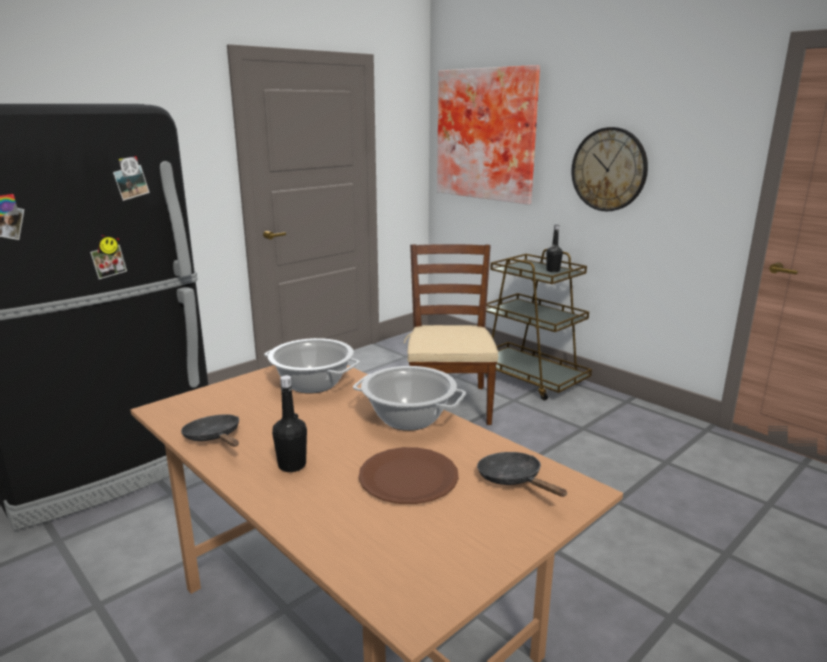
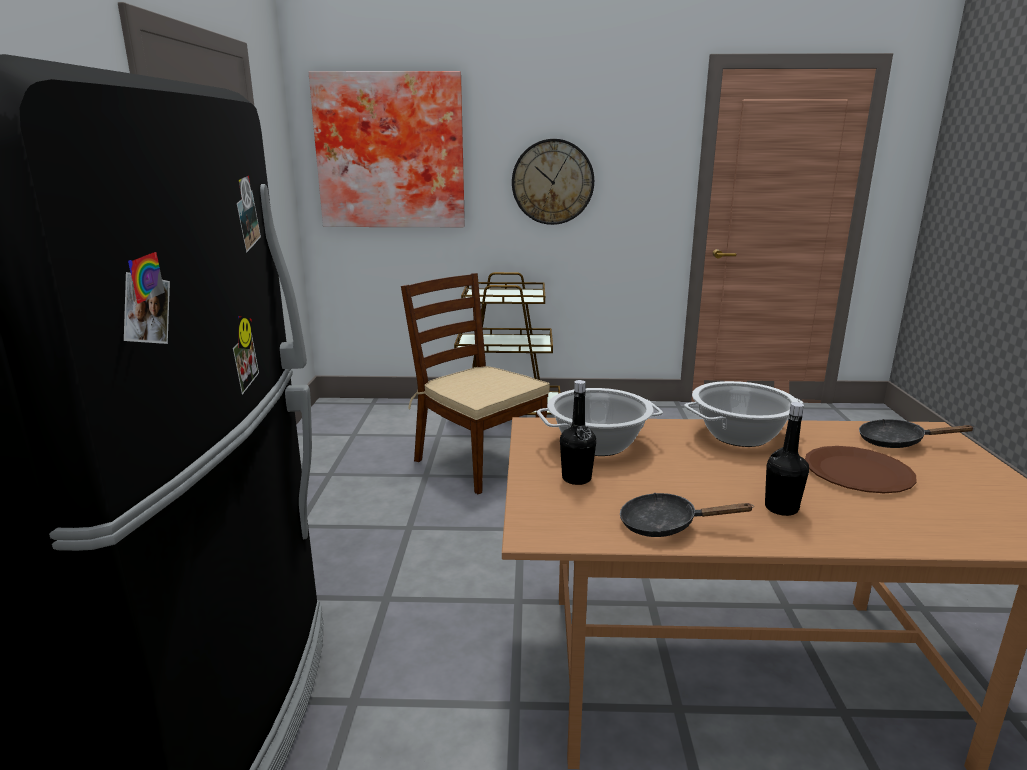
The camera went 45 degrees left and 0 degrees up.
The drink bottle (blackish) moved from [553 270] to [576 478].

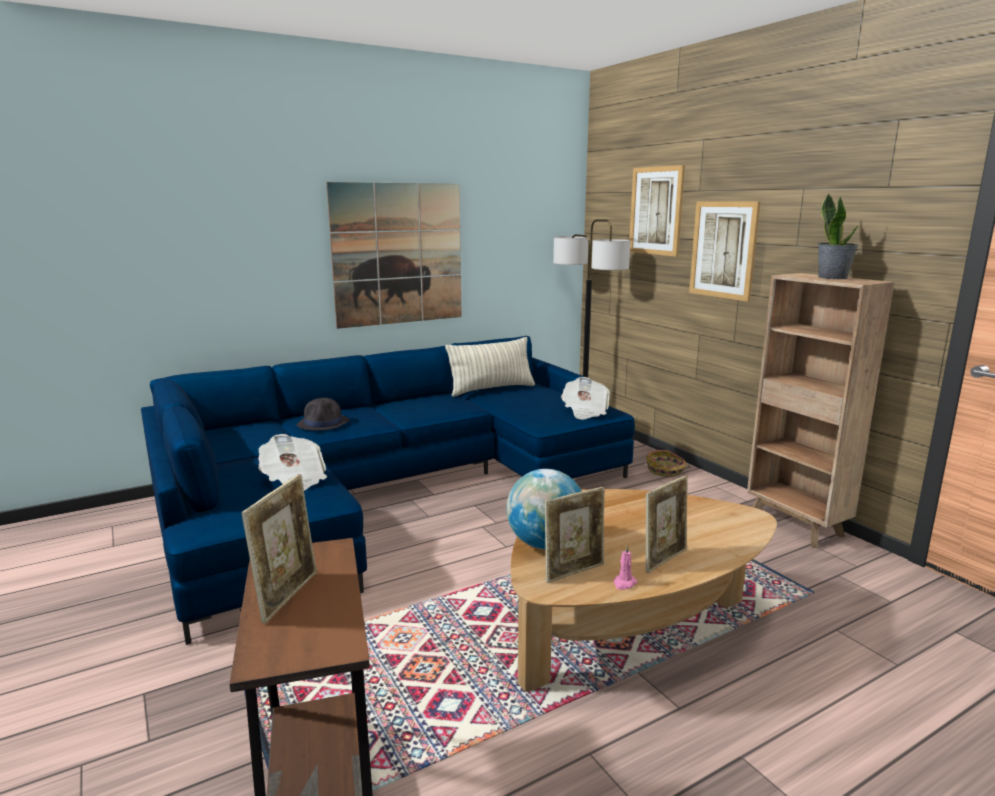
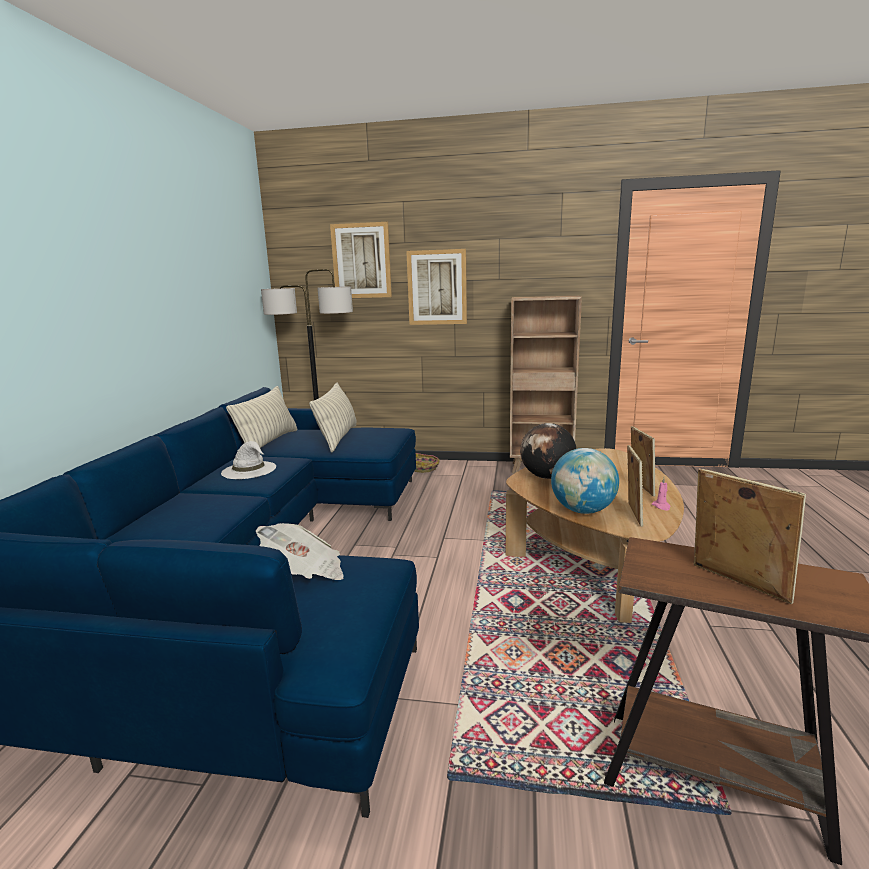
The camera went 50 degrees left and 0 degrees up.
The clothing hat (blackish) at [323 423] disappeared.
The wall art at [398 254] disappeared.
The daily paper at [585 411] disappeared.
The plant in a pot at [833 277] disappeared.
The clothing hat (whitish) at [249 470] appeared.
The cushion at [337 438] appeared.
The world globe at [547 477] appeared.

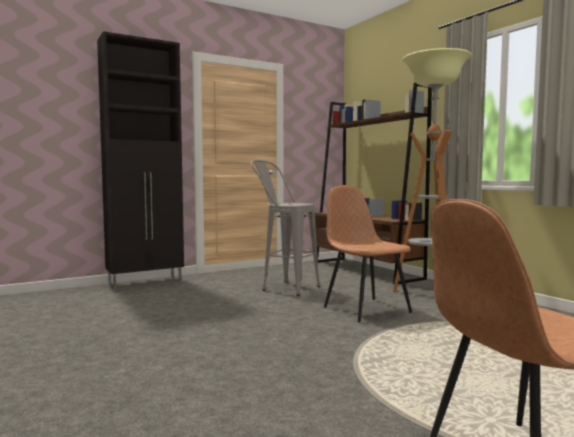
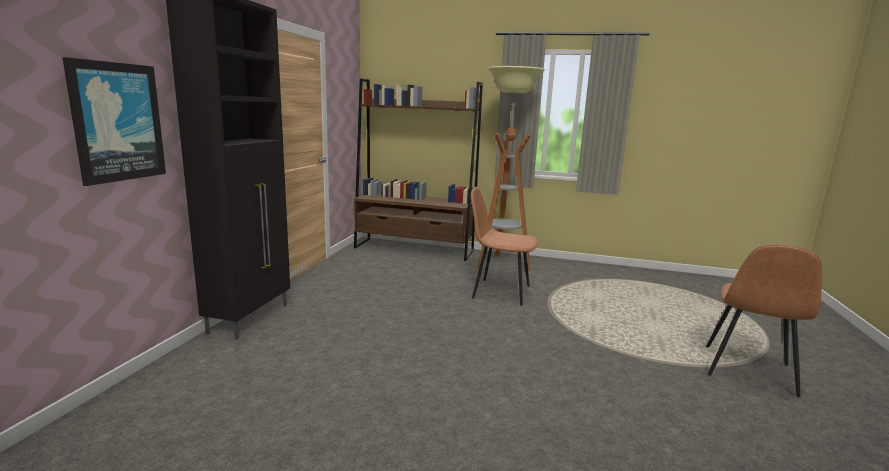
The camera went 45 degrees left and 10 degrees up.
The stool (gray) at [283 287] disappeared.
The wall art at [117 122] appeared.

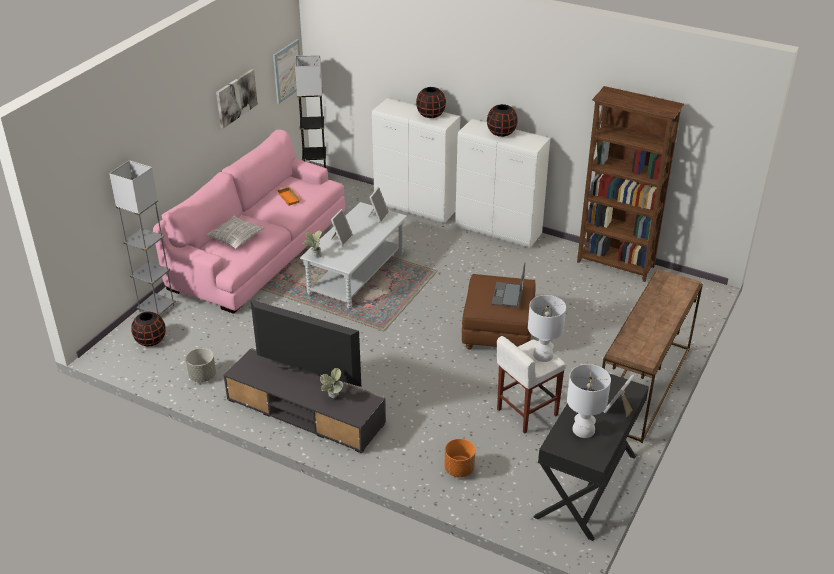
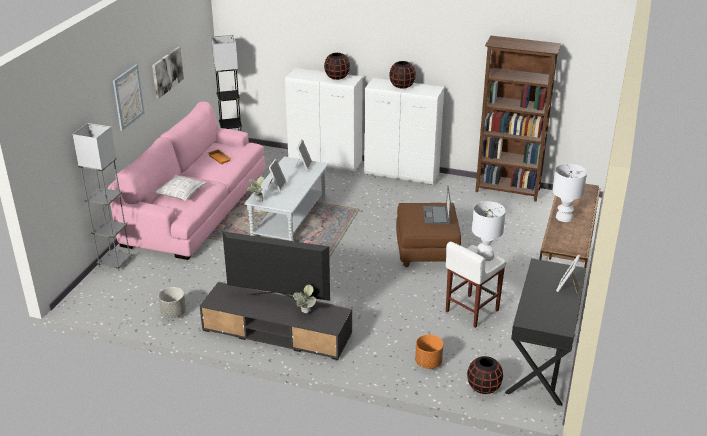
The camera went 10 degrees left and 5 degrees down.
The decorative vase (blackish) moved from [150 341] to [483 387].
The wall art moved from [287 71] to [128 97].
The lamp for a table (whitish) moved from [583 430] to [564 217].

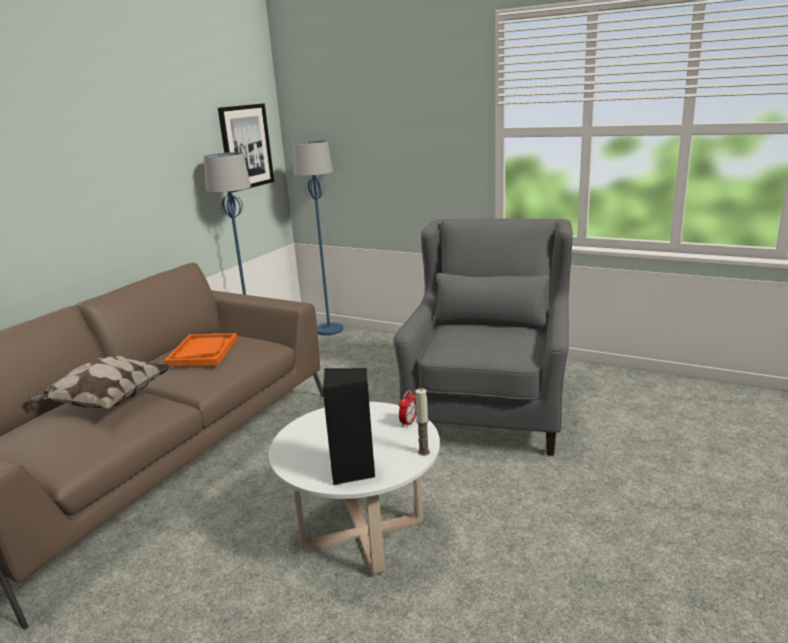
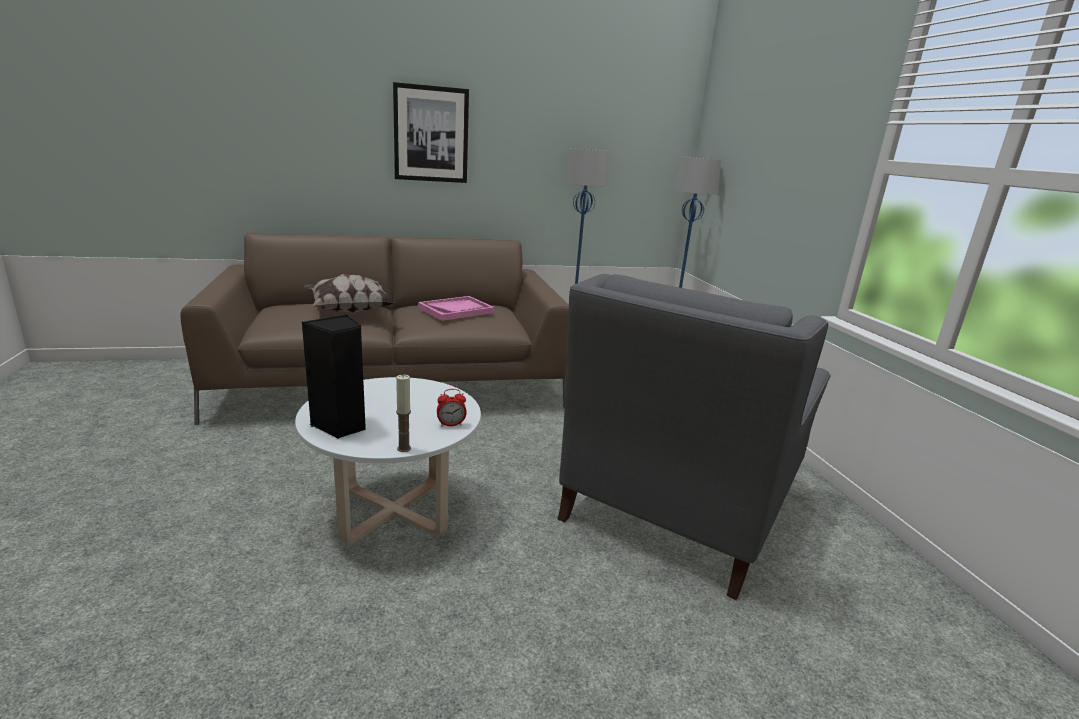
The camera went 45 degrees right and 0 degrees up.
The carrying tray (orange-coloured) at [202 352] became the carrying tray (pinkish) at [456 310].
The wall art moved from [246 147] to [431 134].
The lounge chair (gray) at [490 408] turned 150 degrees clockwise.

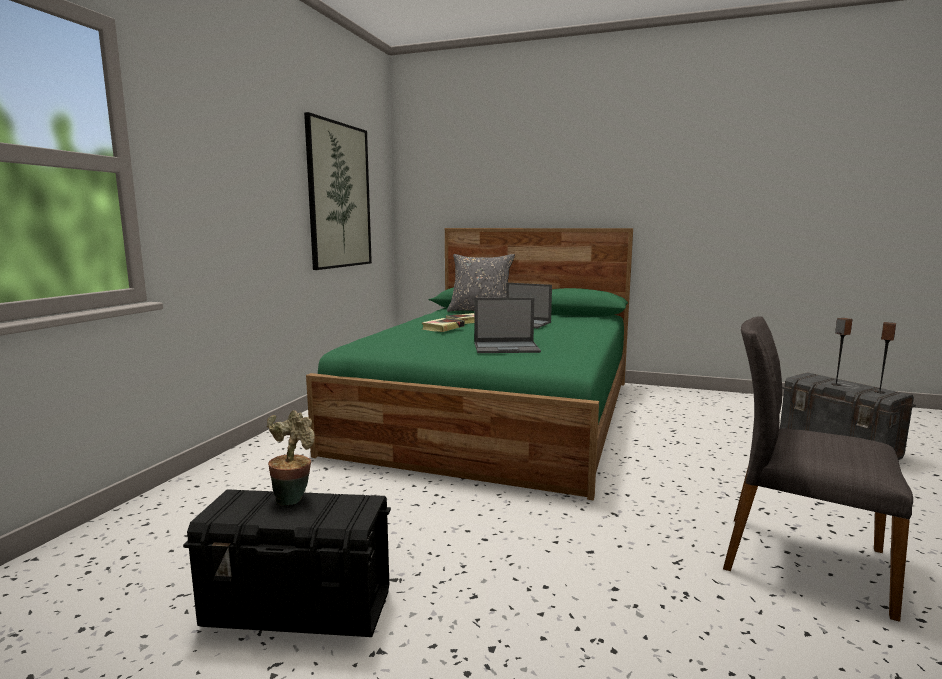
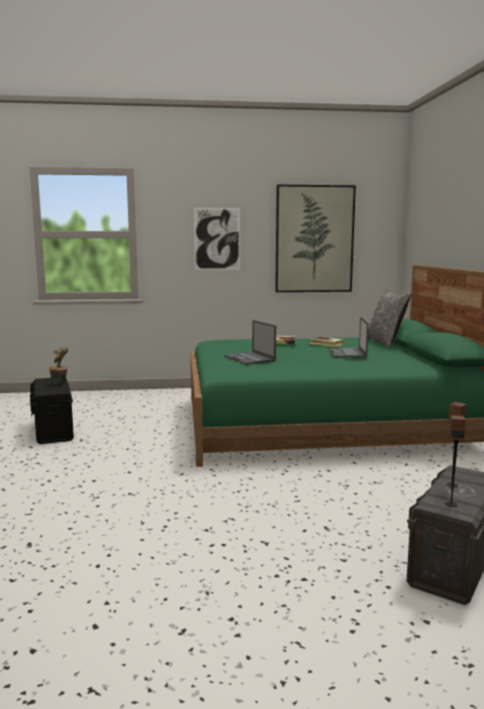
The camera went 65 degrees right and 0 degrees up.
The plain chair (gray) at [801 560] disappeared.
The wall art at [217 239] appeared.

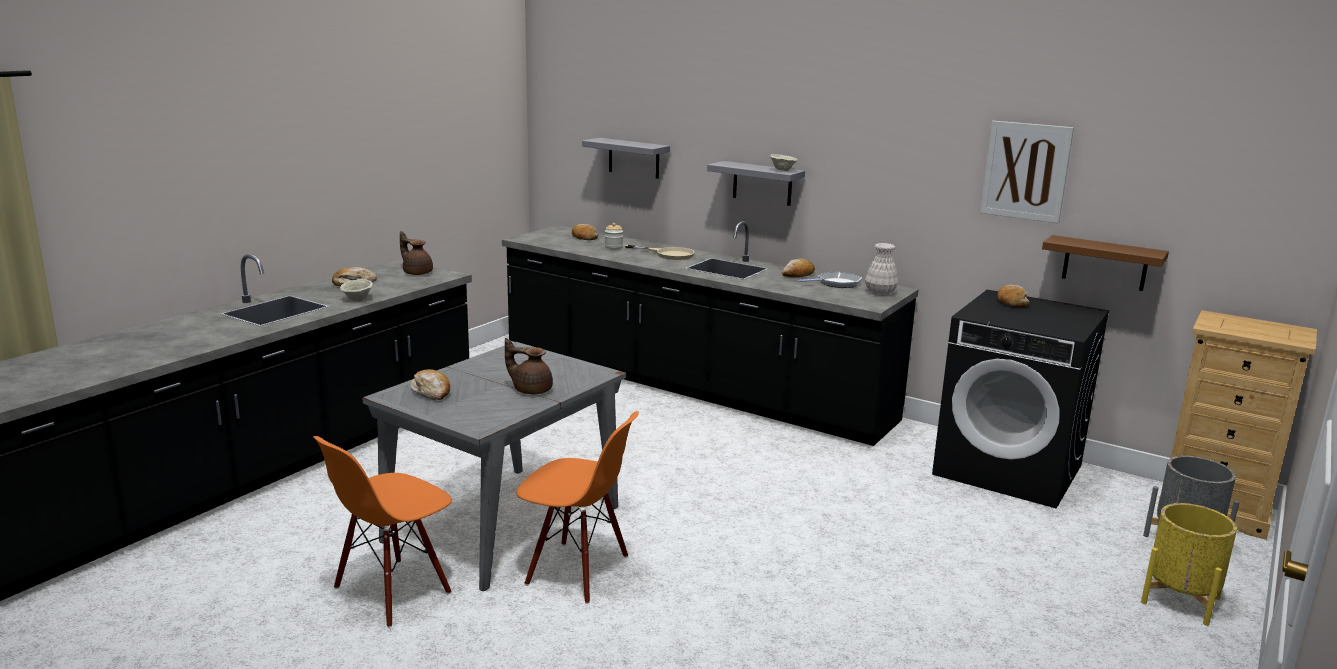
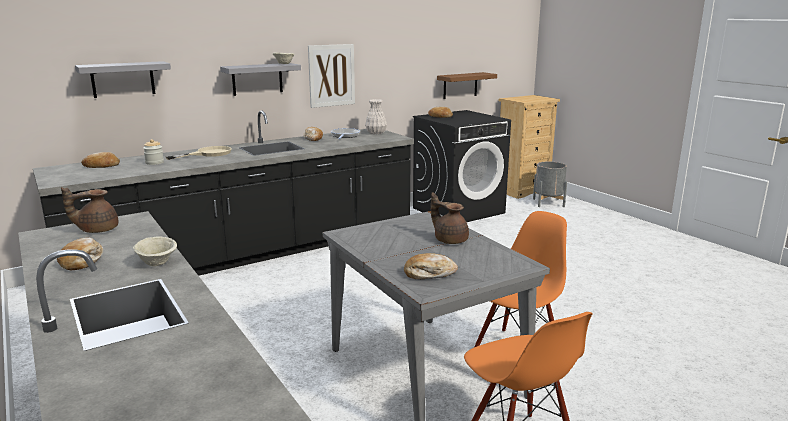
The camera went 65 degrees left and 0 degrees up.
The teapot (brown) at [531 390] turned 90 degrees clockwise.
The wall art moved from [1025 171] to [331 75].
The planter (yellowish) at [1180 600] disappeared.

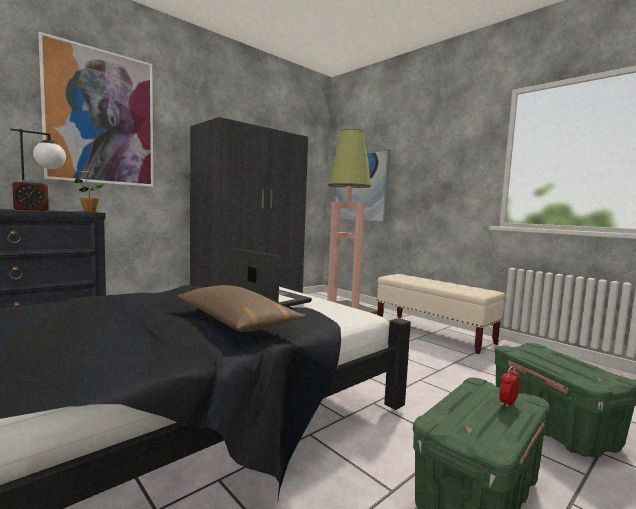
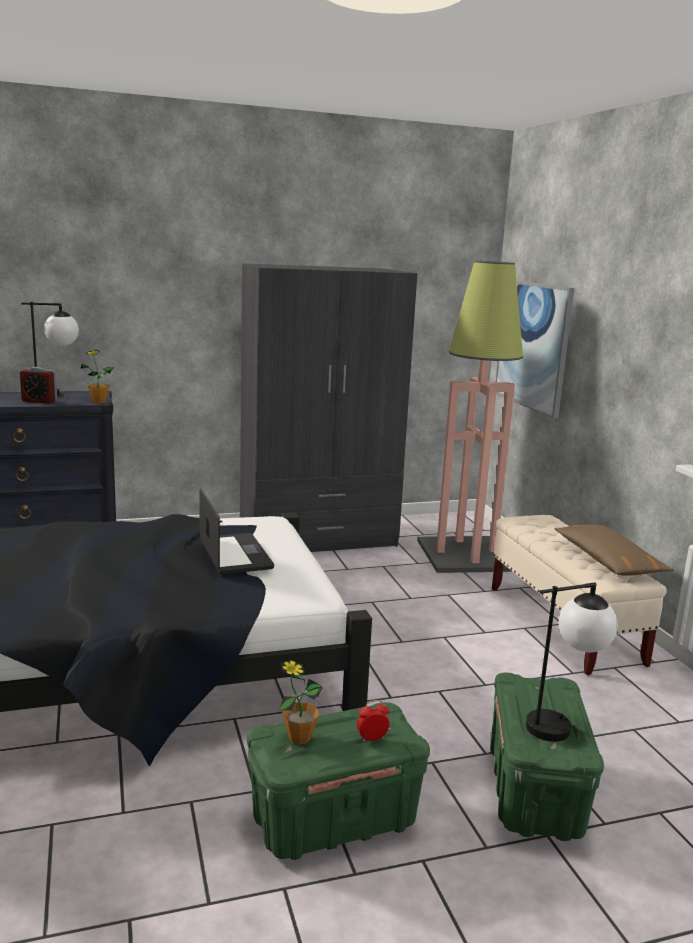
The camera went 25 degrees right and 10 degrees up.
The wall art at [101 118] disappeared.
The cushion (brown) moved from [235 321] to [608 561].
The plant in a pot at [299 738] appeared.
The lamp for a table at [562 725] appeared.

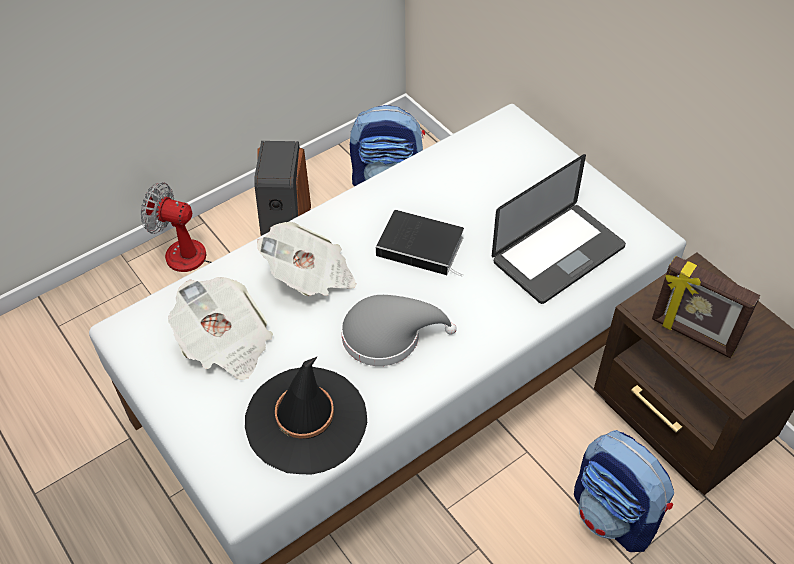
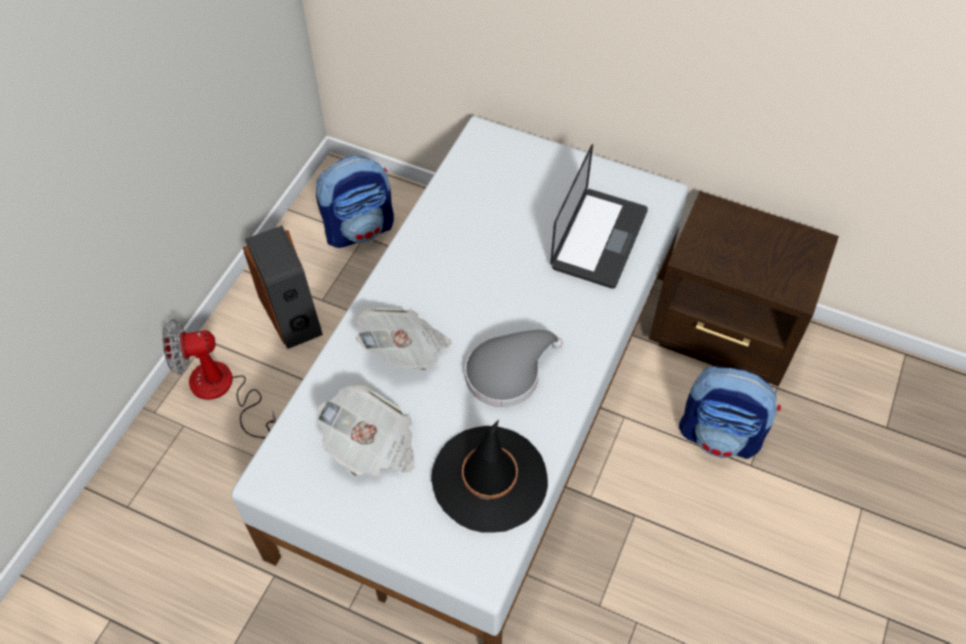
The camera went 30 degrees left and 5 degrees up.
The volume at [423 246] disappeared.
The standing frame at [692 335] disappeared.

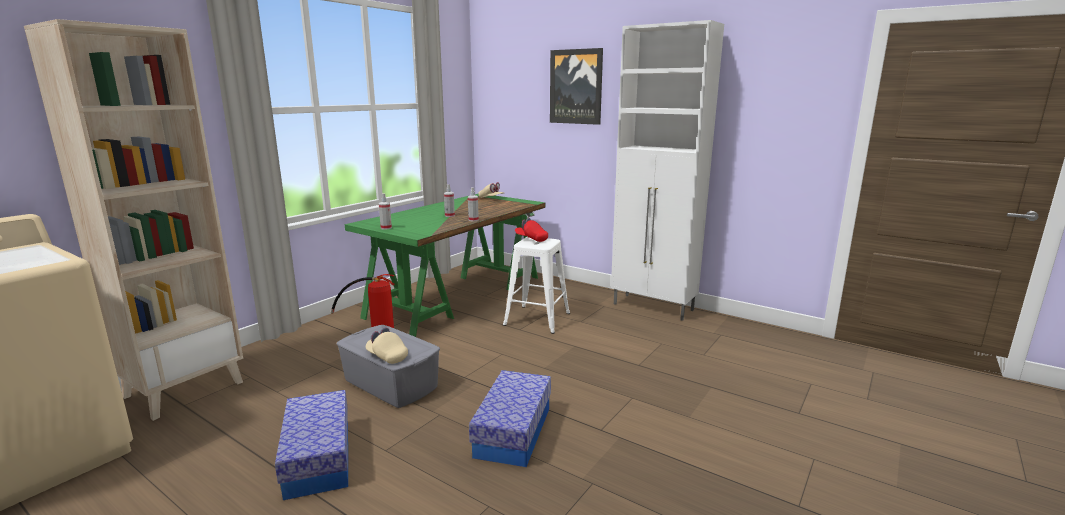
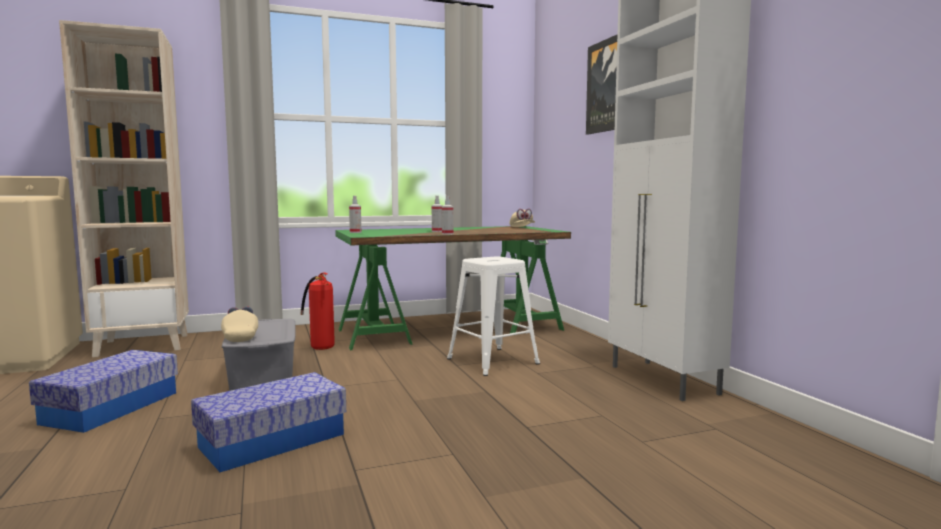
The camera went 35 degrees right and 10 degrees down.
The cap (red) at [531 239] disappeared.

